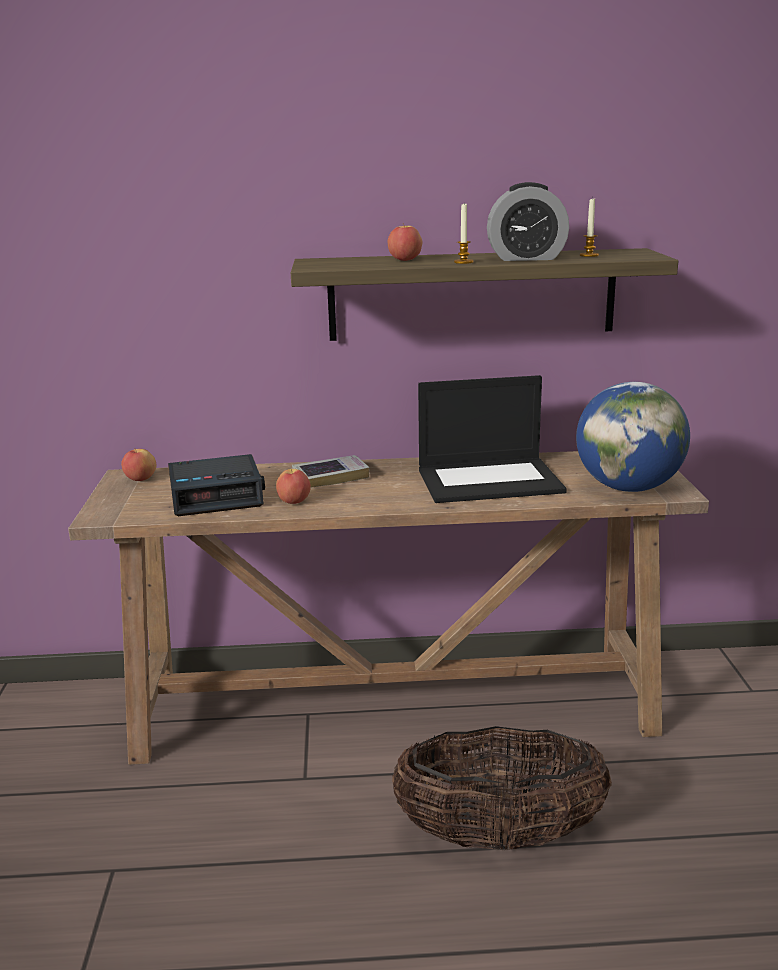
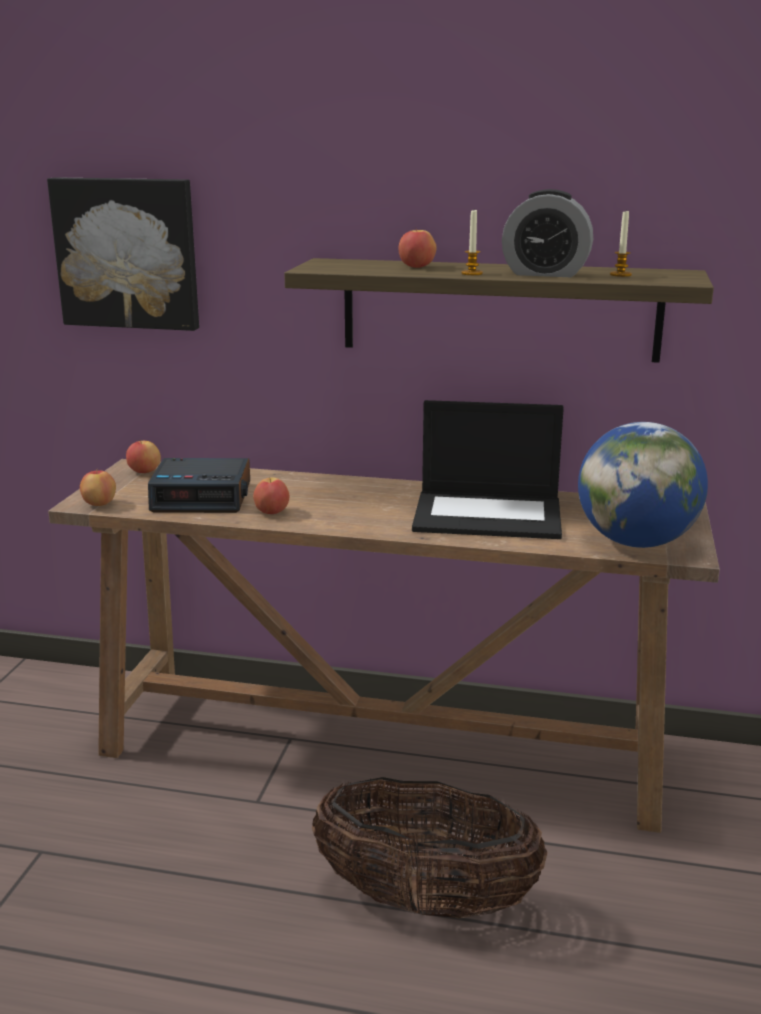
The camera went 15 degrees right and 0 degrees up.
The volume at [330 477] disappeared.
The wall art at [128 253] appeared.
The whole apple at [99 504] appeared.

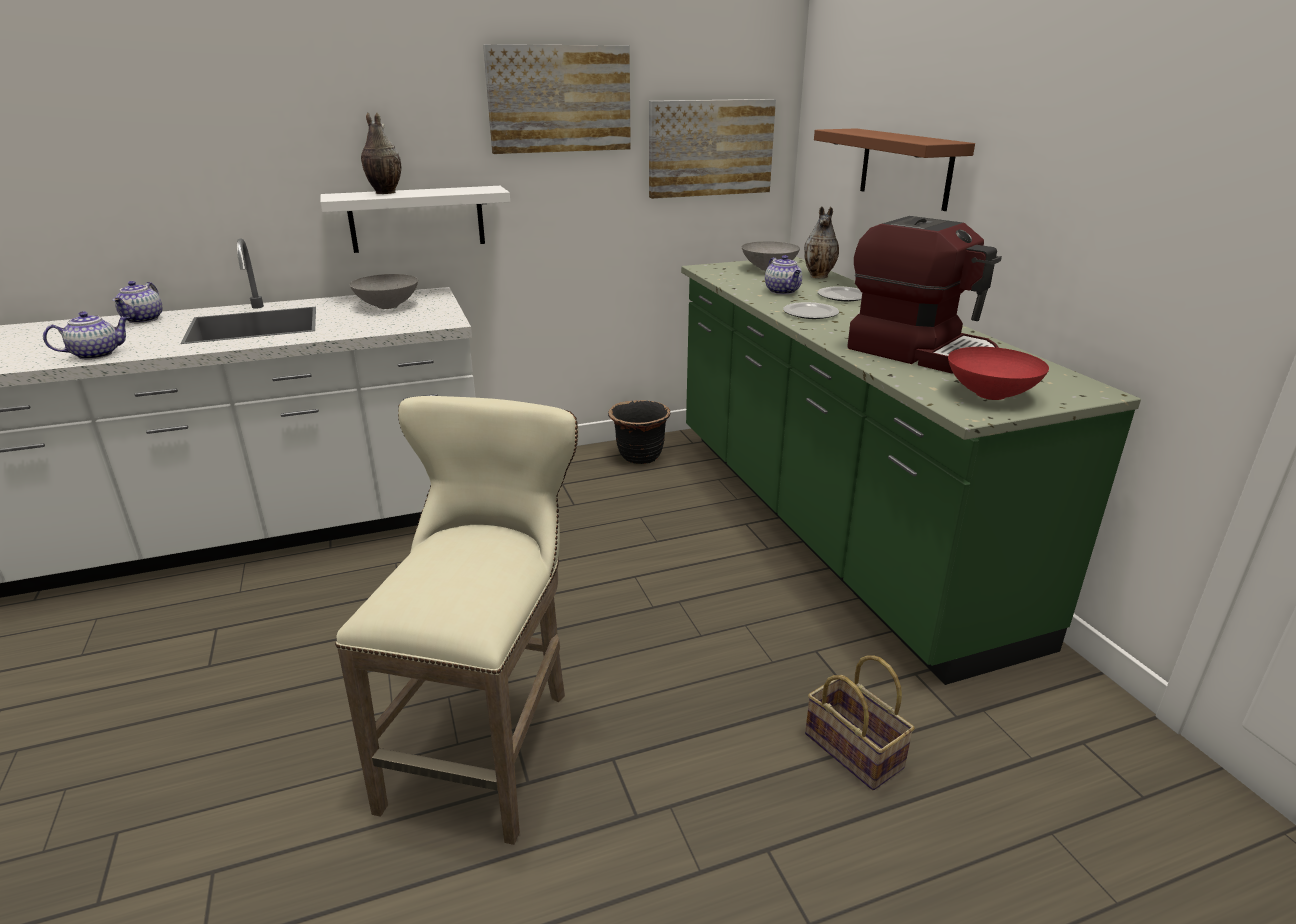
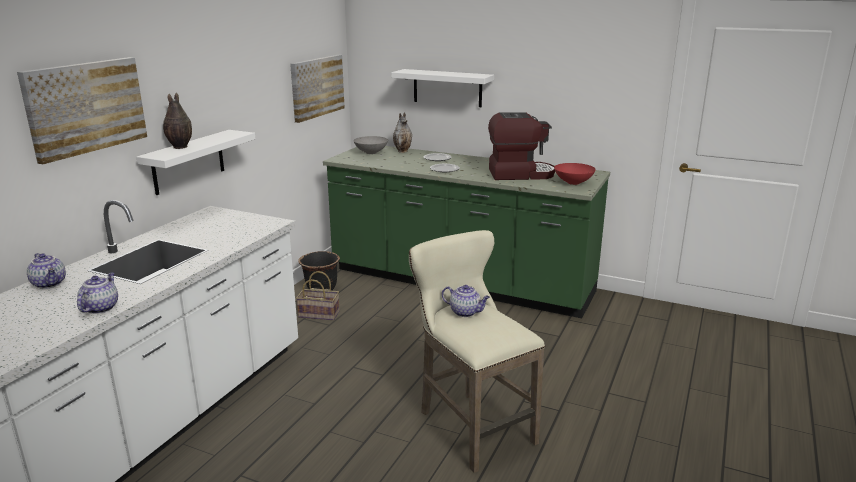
The camera went 45 degrees left and 5 degrees down.
The deep dish (gray) at [388 306] disappeared.
The wall art moved from [559 99] to [85 107].
The teapot moved from [783 291] to [466 312].
The basket moved from [856 751] to [320 314].
The wall shelf (brown) at [905 168] became the wall shelf (whitish) at [447 88].

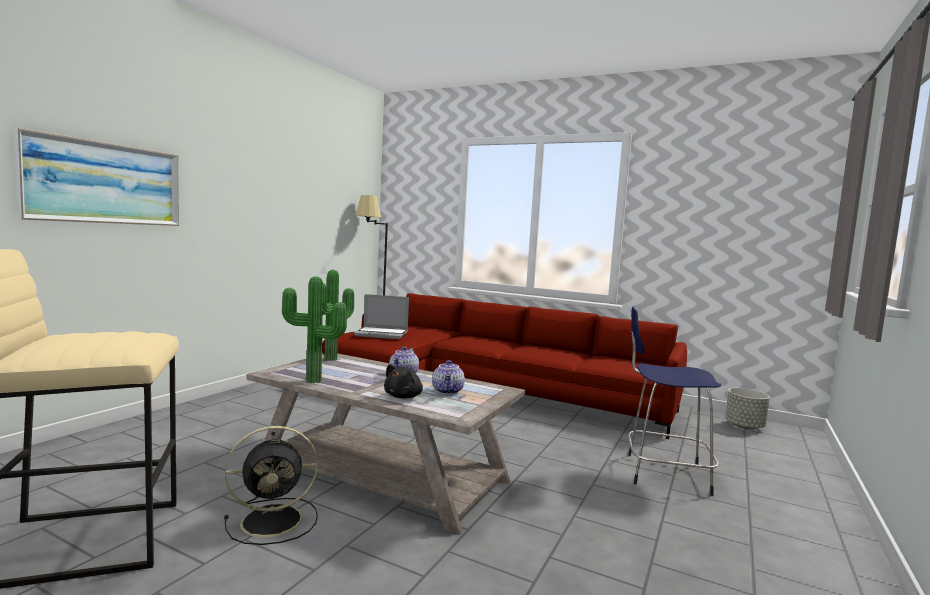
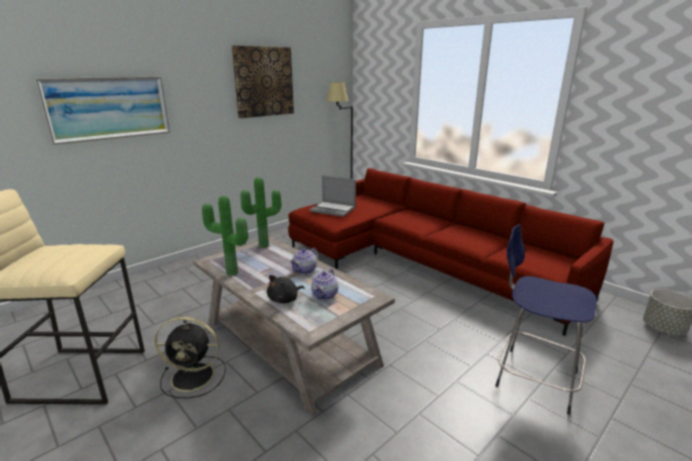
The camera went 20 degrees right and 15 degrees up.
The wall art at [263 82] appeared.

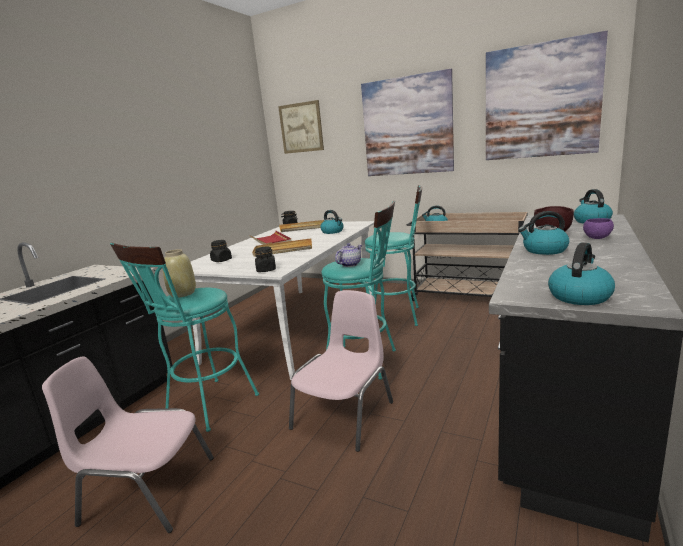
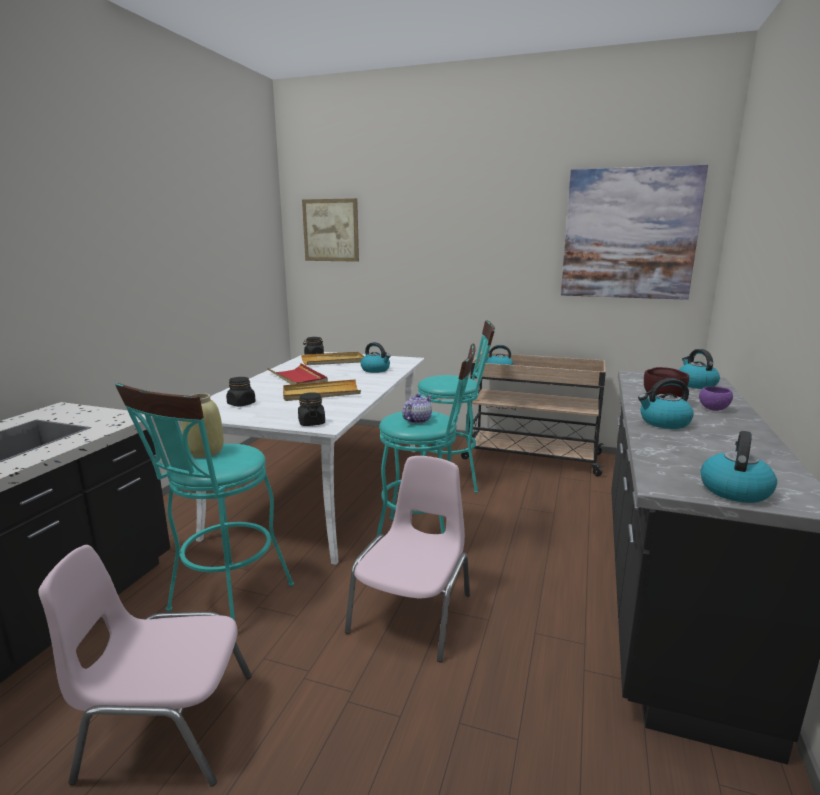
The camera went 10 degrees left and 0 degrees up.
The wall art at [407 126] disappeared.

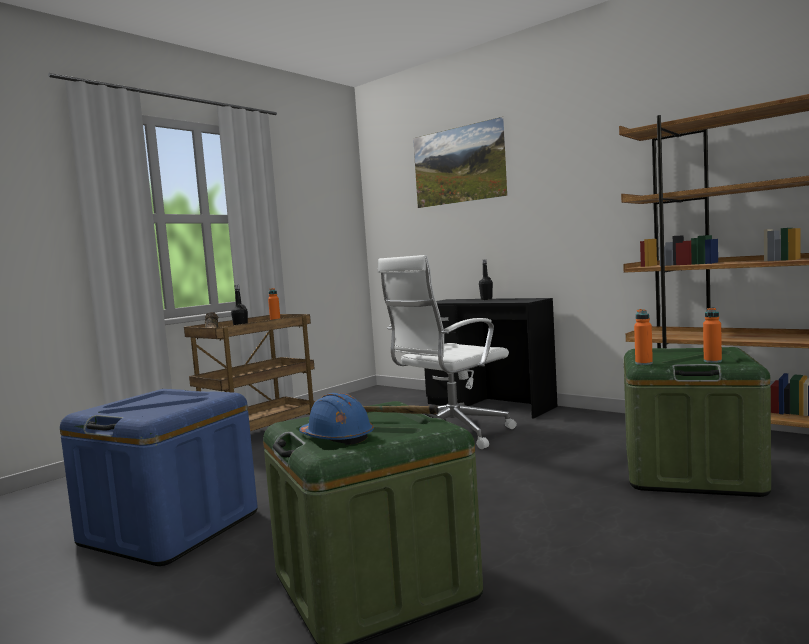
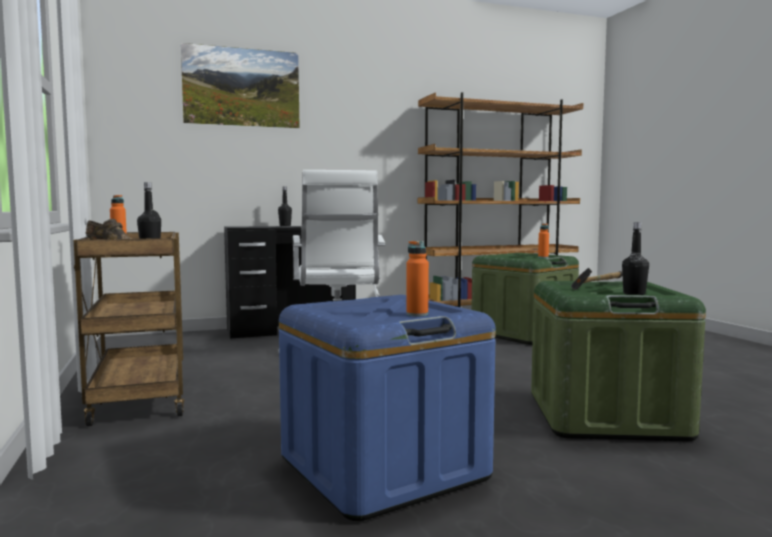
The camera went 60 degrees left and 0 degrees up.
The work helmet (blue) at [337 438] was replaced by the drink bottle (blackish) at [634 294].
The drink bottle (orange-coloured) moved from [643 363] to [417 314].

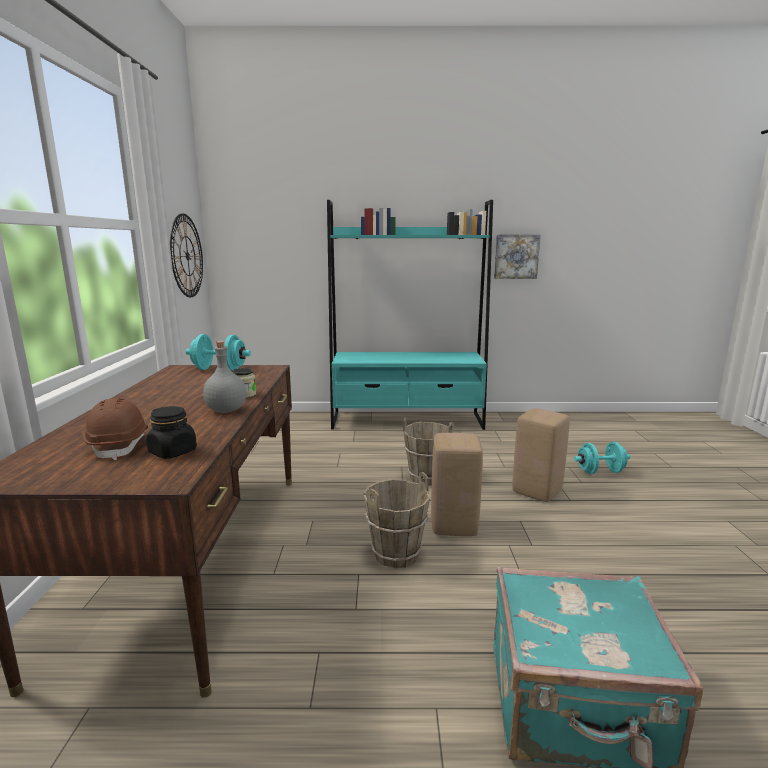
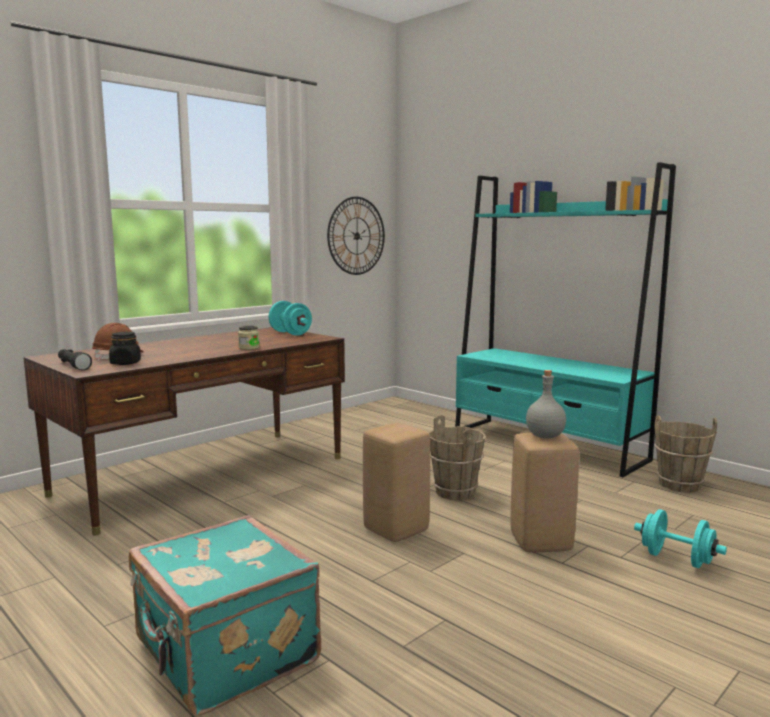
The camera went 45 degrees right and 5 degrees down.
The drink bottle (gray) moved from [225 410] to [544 436].
The bucket (brown) moved from [395 554] to [679 485].
The wall art at [516 256] disappeared.
The flashlight (blackish) at [73 366] appeared.

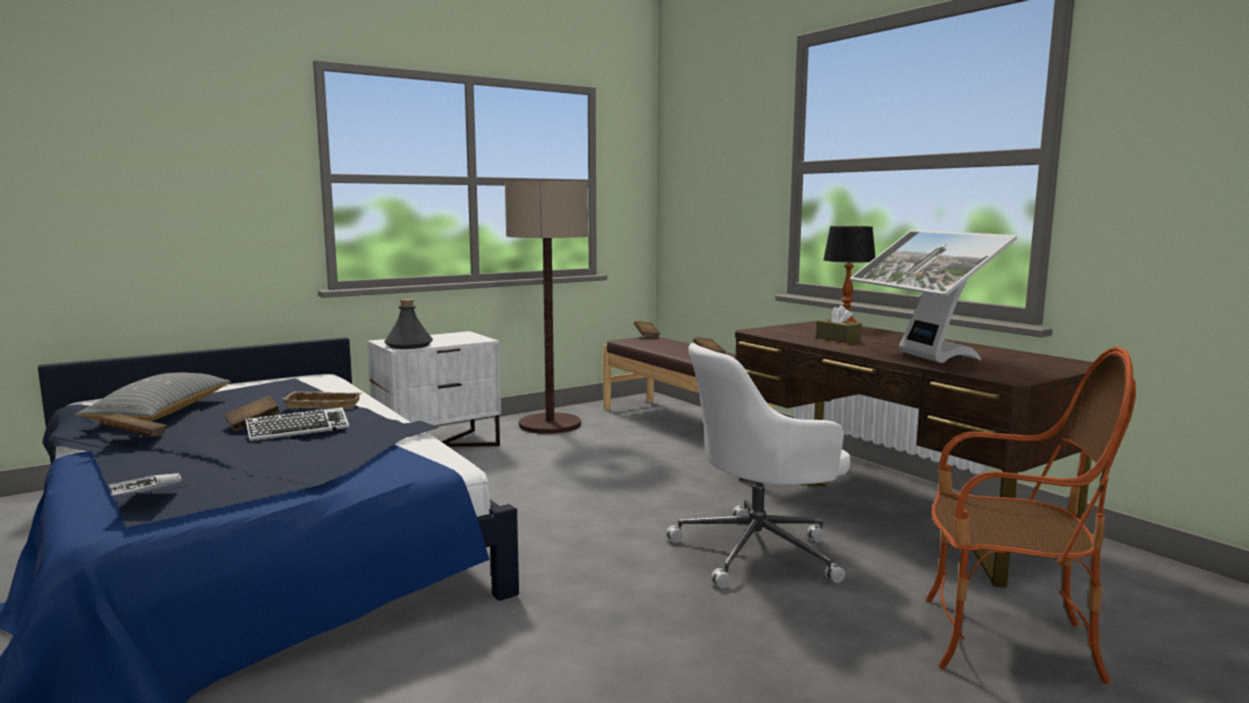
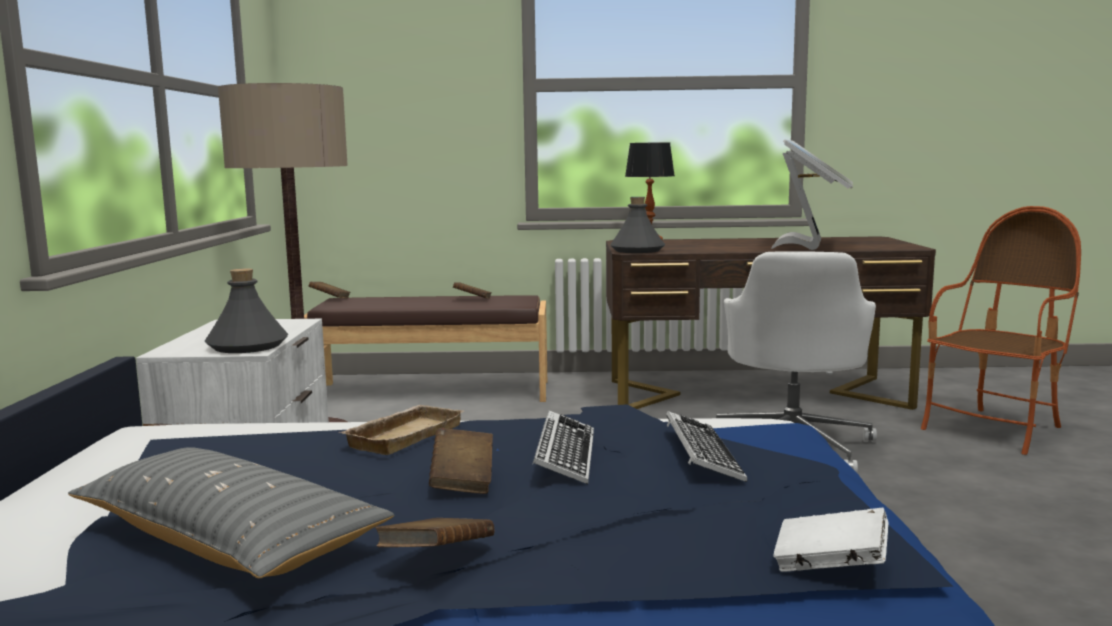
The camera went 55 degrees left and 0 degrees up.
The box of tissues (brown) at [838 339] disappeared.
The computer display at [922 357] turned 90 degrees counterclockwise.
The drink bottle (gray) at [637 250] appeared.
The PC keyboard at [702 455] appeared.

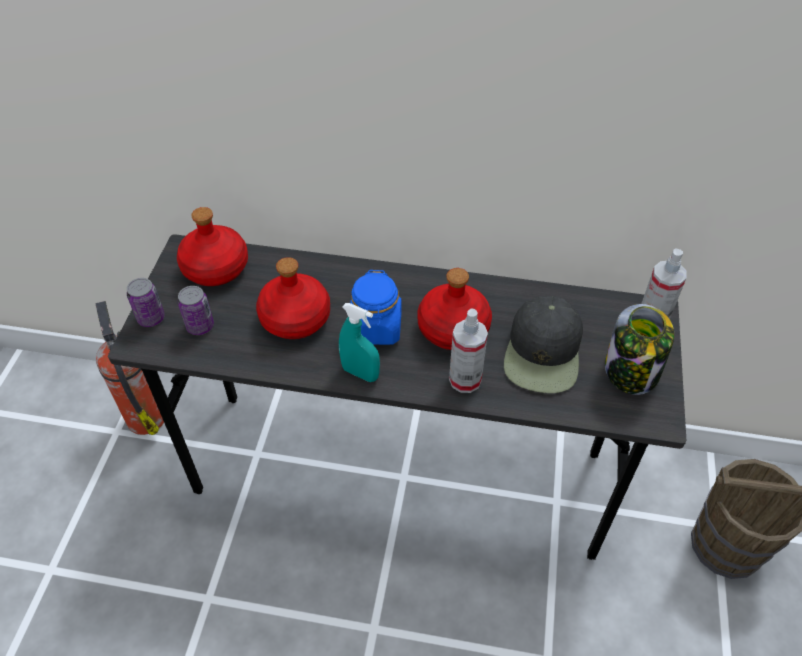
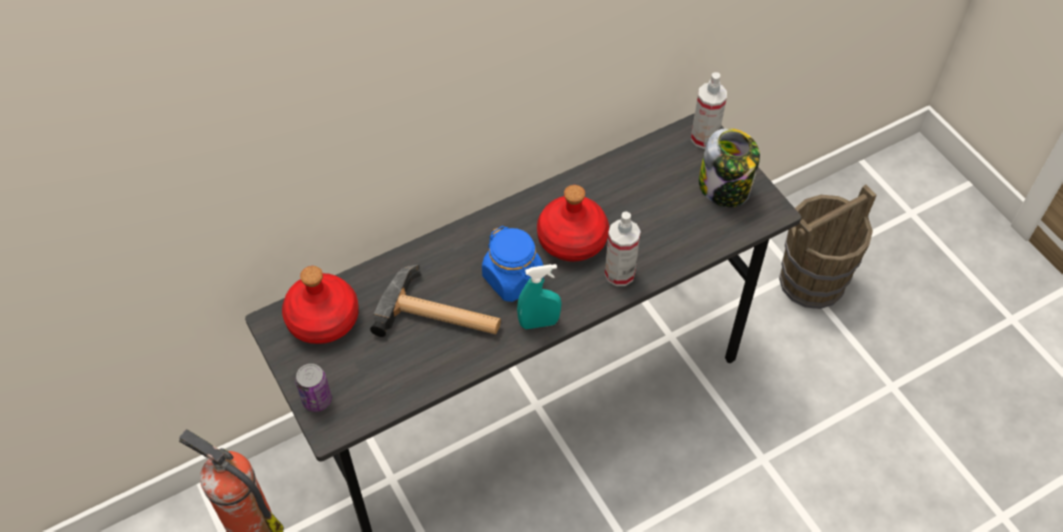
The camera went 40 degrees left and 5 degrees up.
The can at [200 326] disappeared.
The drink bottle (red) at [295 319] was replaced by the hammer at [441 316].
The cap (blackish) at [543 353] disappeared.

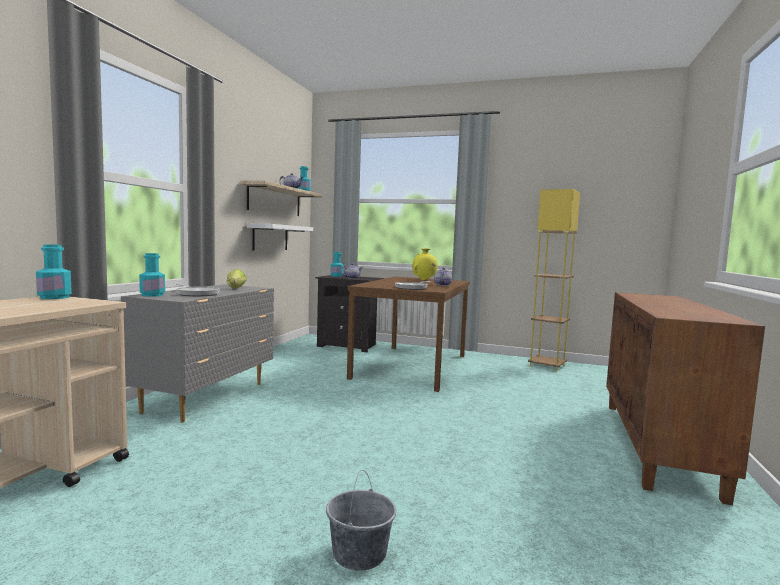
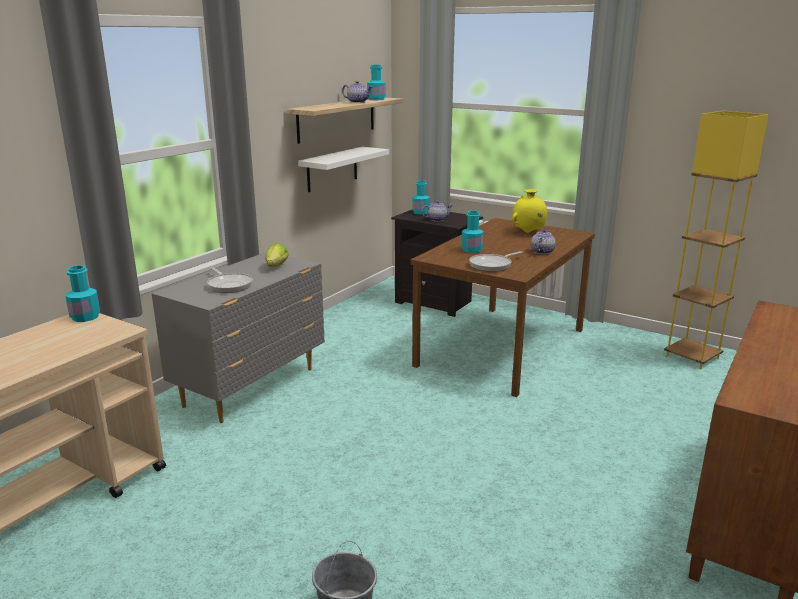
The camera went 15 degrees right and 15 degrees up.
The drink bottle (blue-green) moved from [152 295] to [472 250].

